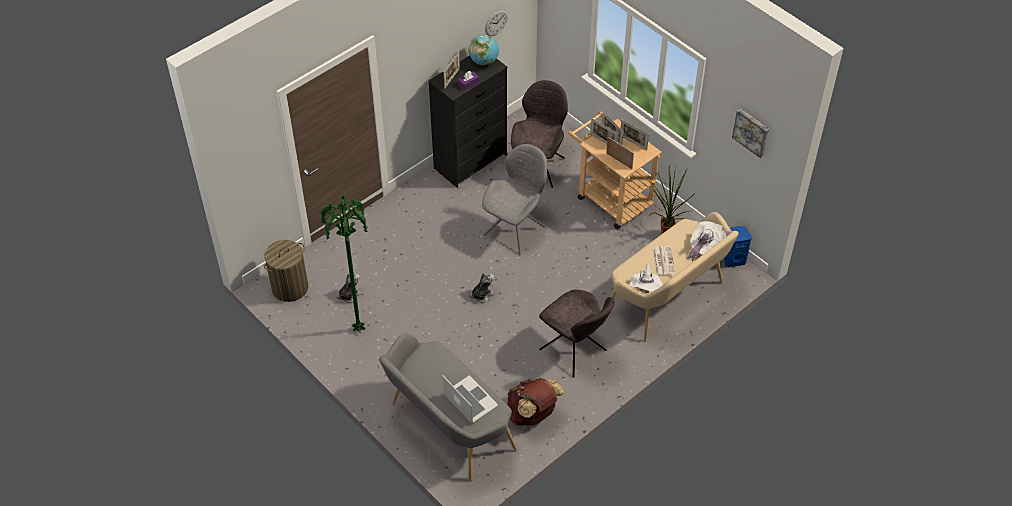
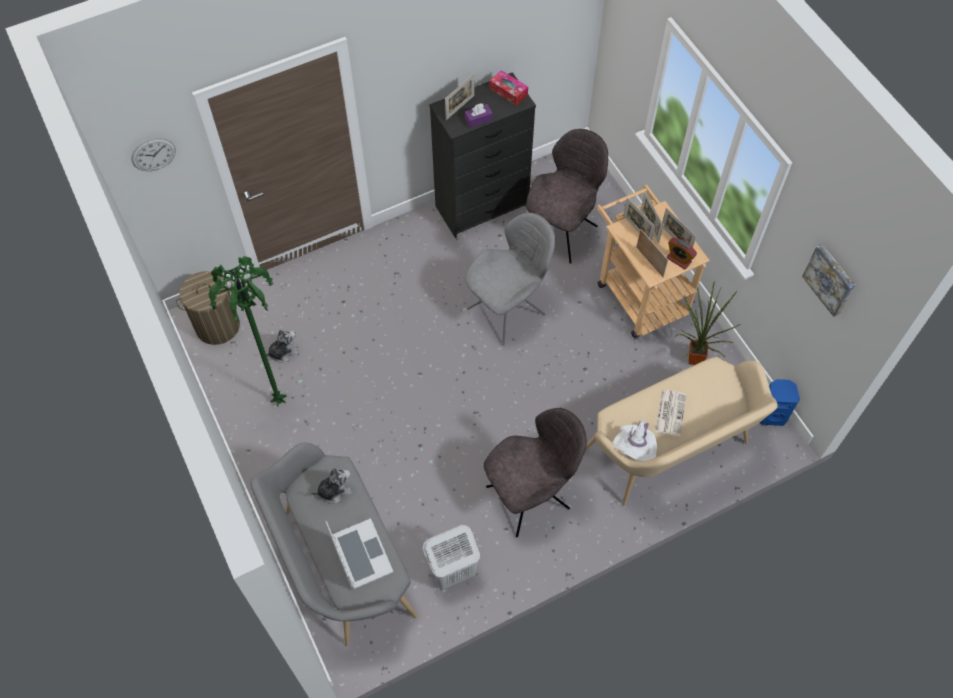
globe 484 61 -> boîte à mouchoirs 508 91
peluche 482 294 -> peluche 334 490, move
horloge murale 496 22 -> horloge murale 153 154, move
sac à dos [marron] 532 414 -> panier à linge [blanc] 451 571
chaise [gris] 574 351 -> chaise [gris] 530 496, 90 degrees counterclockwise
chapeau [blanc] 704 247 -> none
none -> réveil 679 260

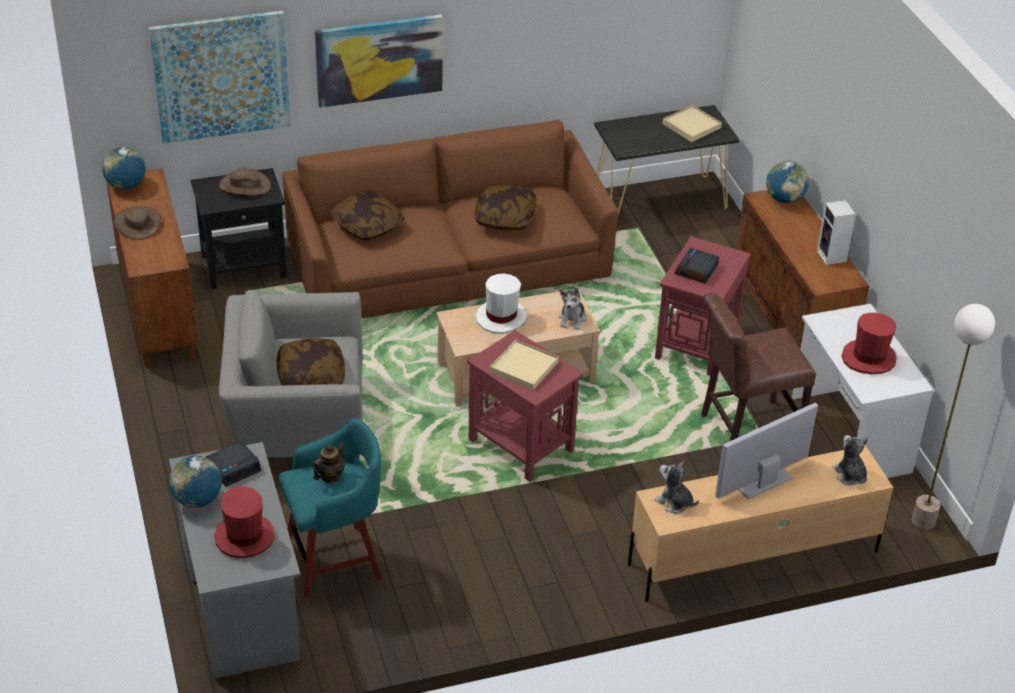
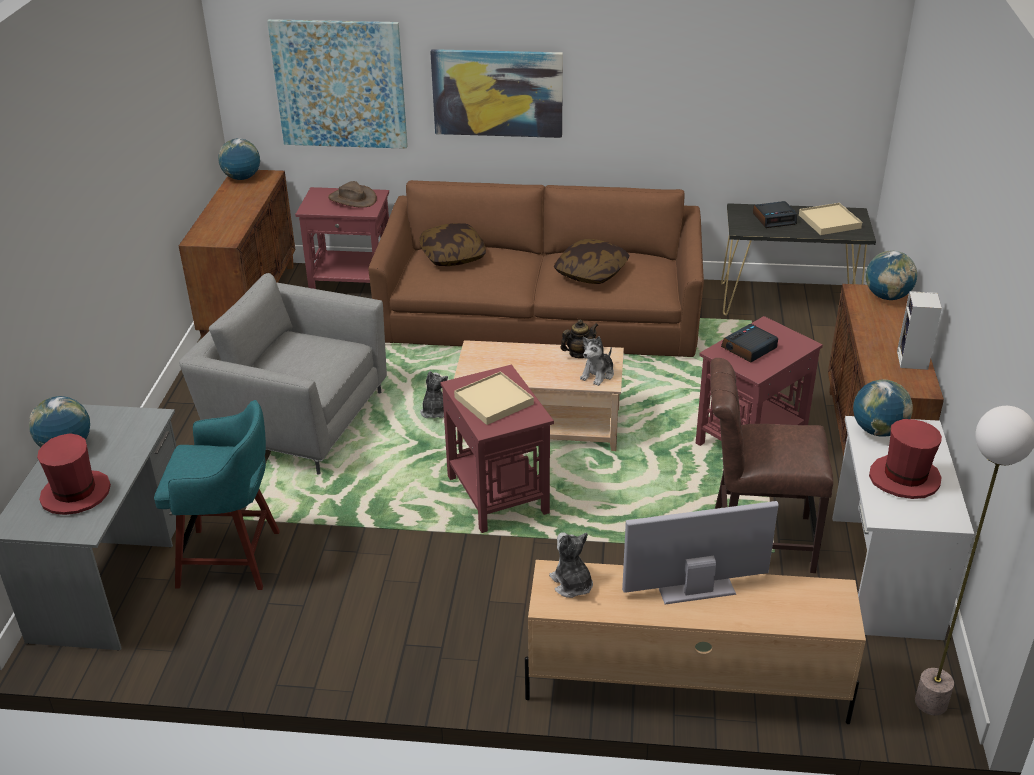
chapeau [marron] 138 223 -> none
table d'appoint [noir] 244 266 -> table d'appoint [rouge] 351 283
réveil 234 467 -> réveil 774 219, move
coussin 311 376 -> none
théière 330 476 -> théière 579 353, move
chapeau [blanc] 501 318 -> none
peluche 850 475 -> peluche 434 411, move
none -> globe 878 431

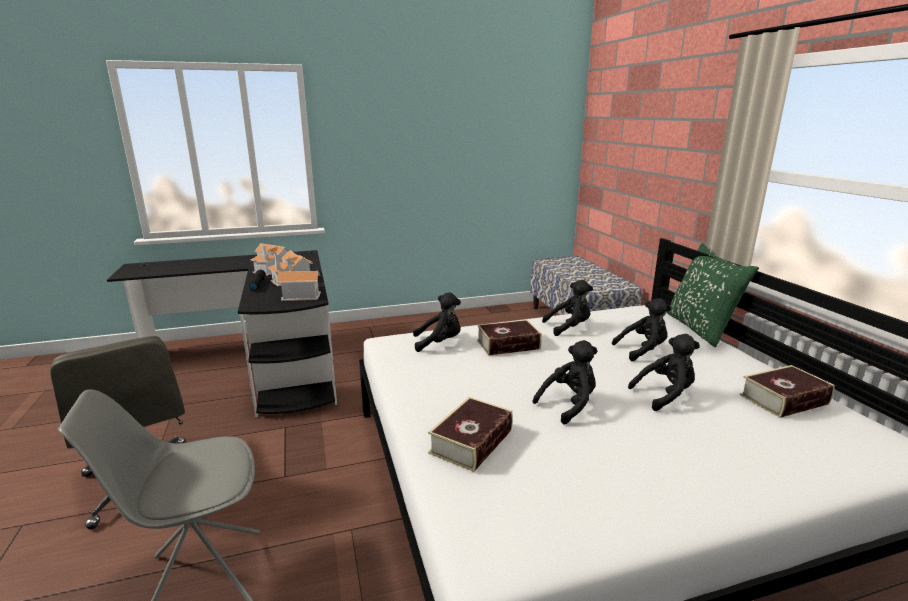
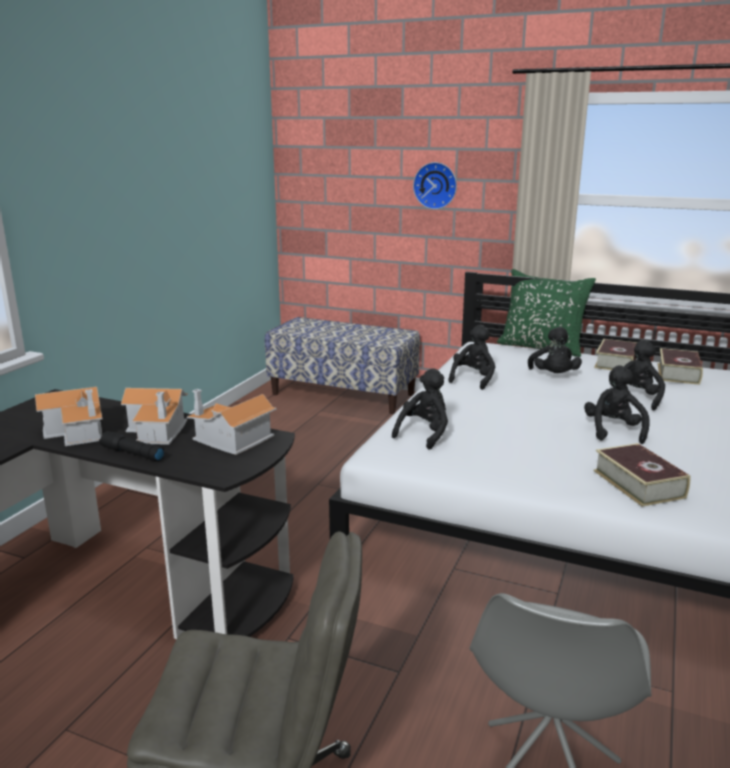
livre 508 344 -> livre 616 362, move
peluche [noir] 642 350 -> peluche [noir] 553 376, 150 degrees clockwise
none -> horloge murale 435 185

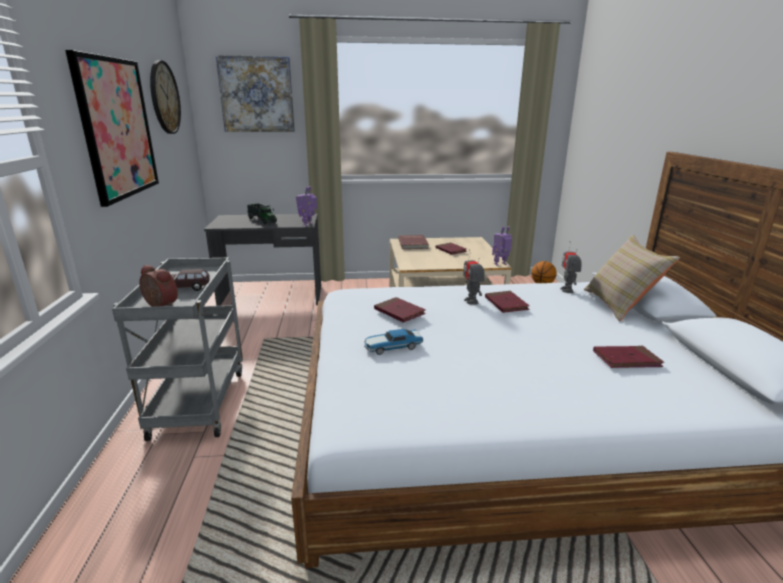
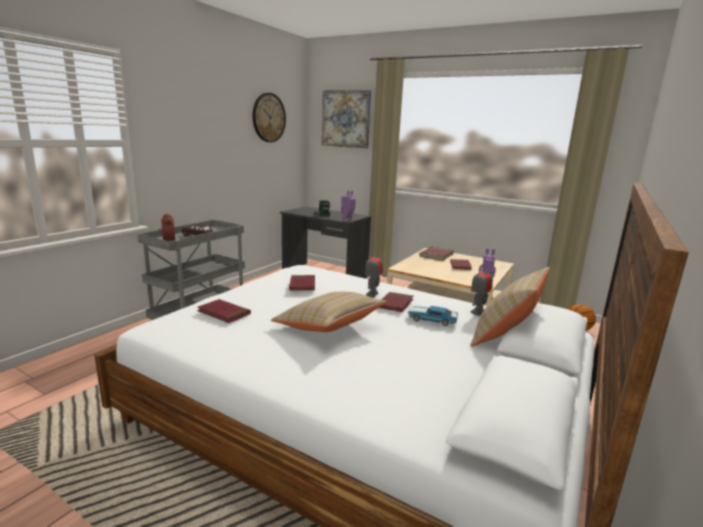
tableau 117 128 -> none
petite voiture 392 347 -> petite voiture 431 320, move
livre [rouge] 626 359 -> livre [rouge] 224 313, move
none -> coussin [beige] 328 327

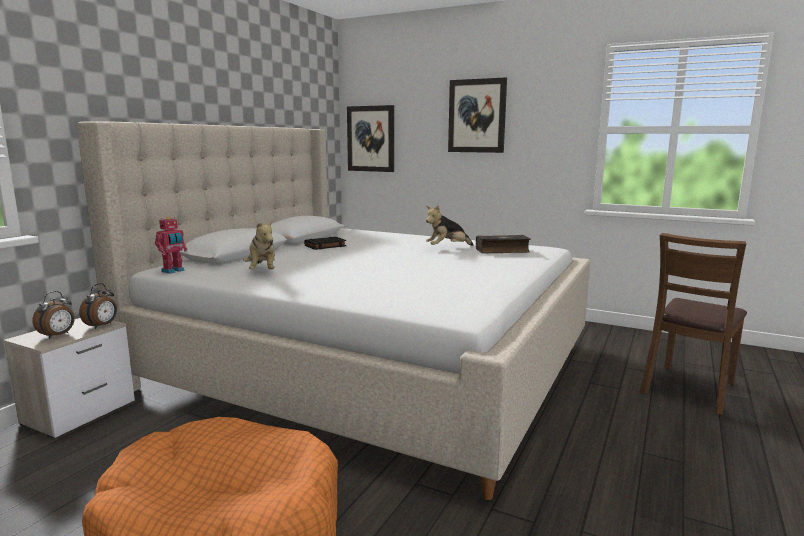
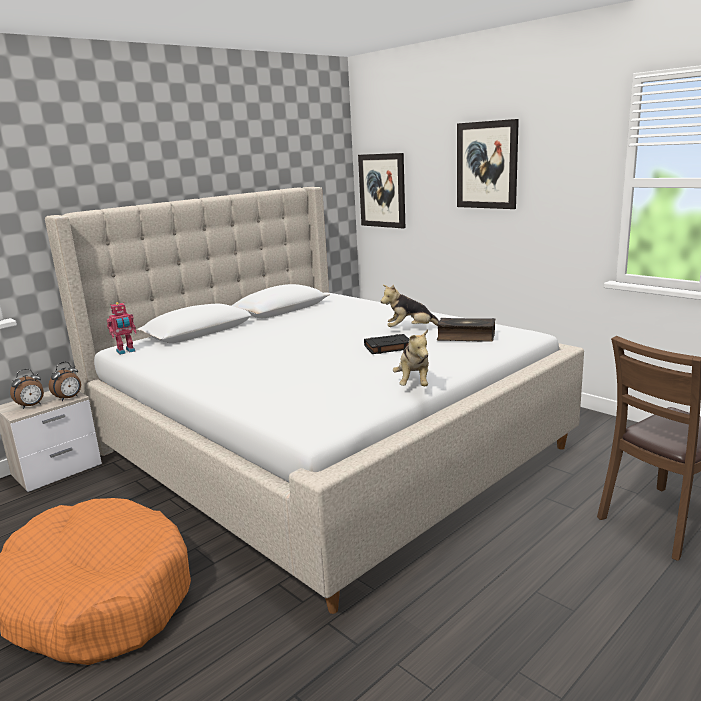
peluche 262 271 -> peluche 414 384, move
livre [noir] 325 246 -> livre [noir] 387 347, move

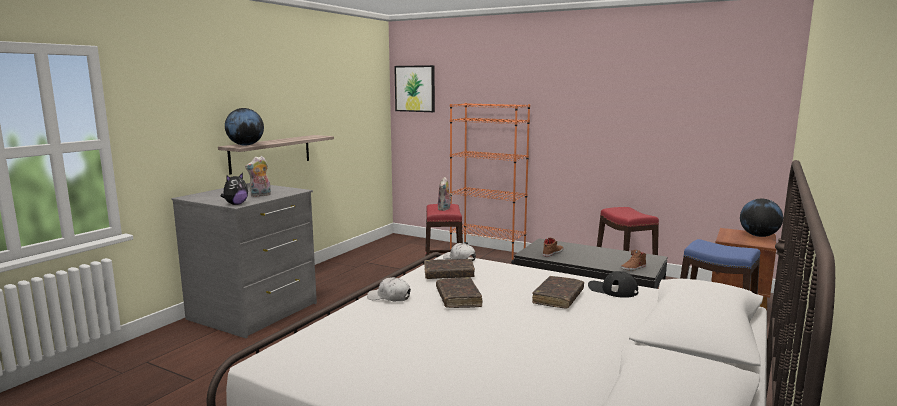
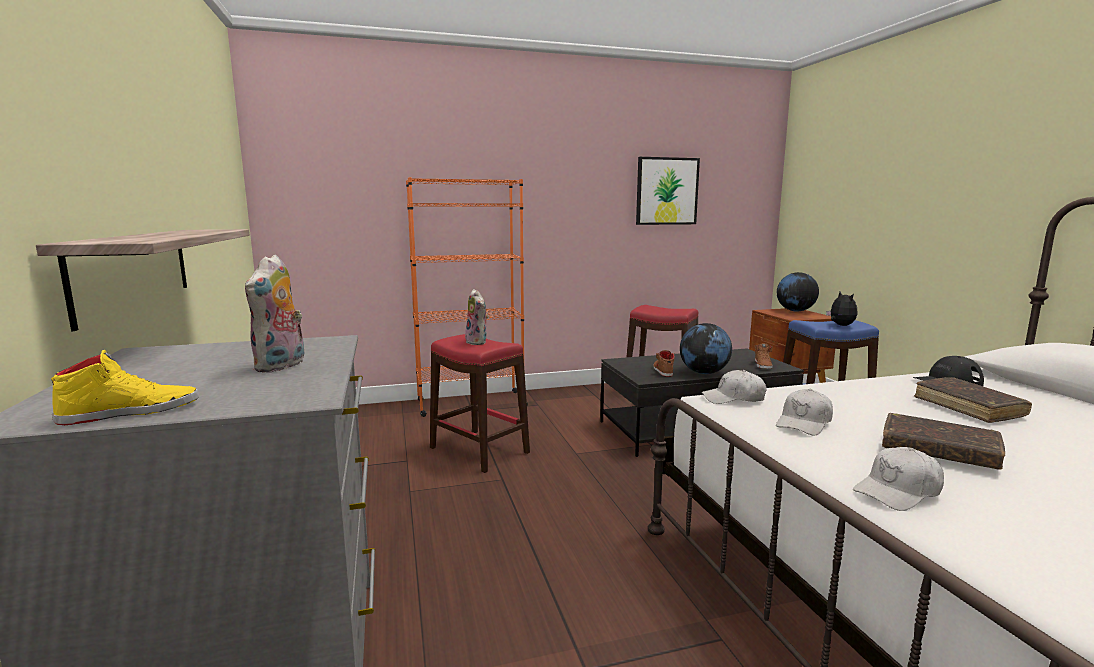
peluche 235 204 -> peluche 840 325, move
globe 245 145 -> globe 704 373, move
tableau 415 88 -> tableau 666 191, move
livre [marron] 448 274 -> casquette [blanc] 804 423
none -> chaussure [jaune] 131 411

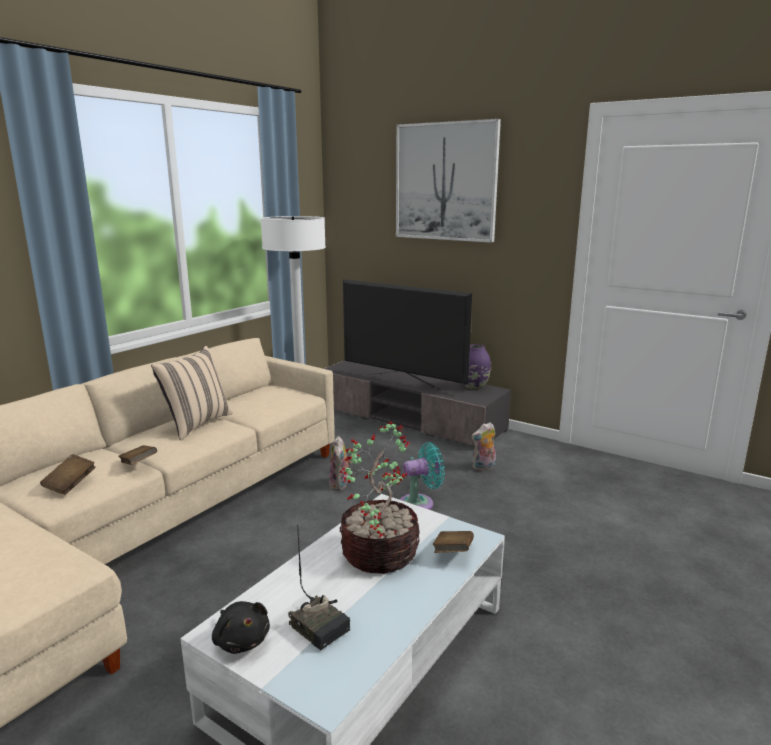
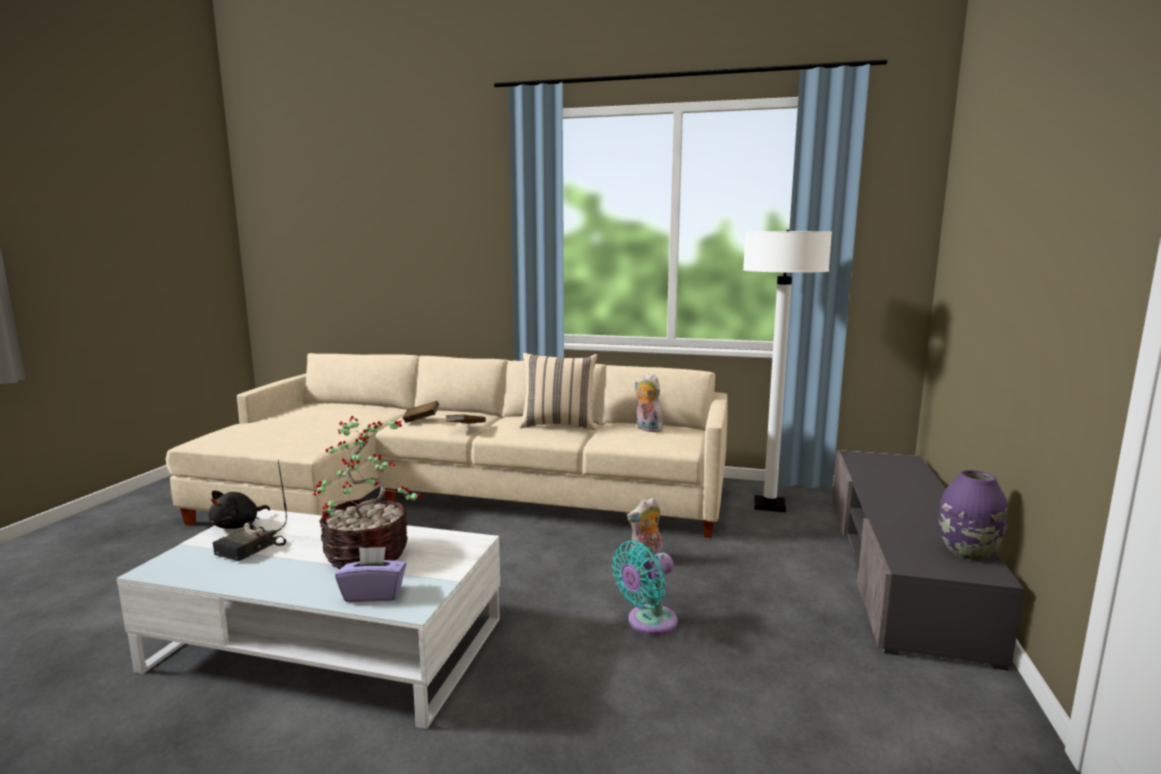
téléviseur 403 382 -> none
tableau 445 182 -> none
ventilateur [turquoise] 420 503 -> ventilateur [turquoise] 648 622, 90 degrees clockwise
livre [marron] 453 553 -> boîte à mouchoirs [violet] 373 594
peluche 484 468 -> peluche 647 429, move

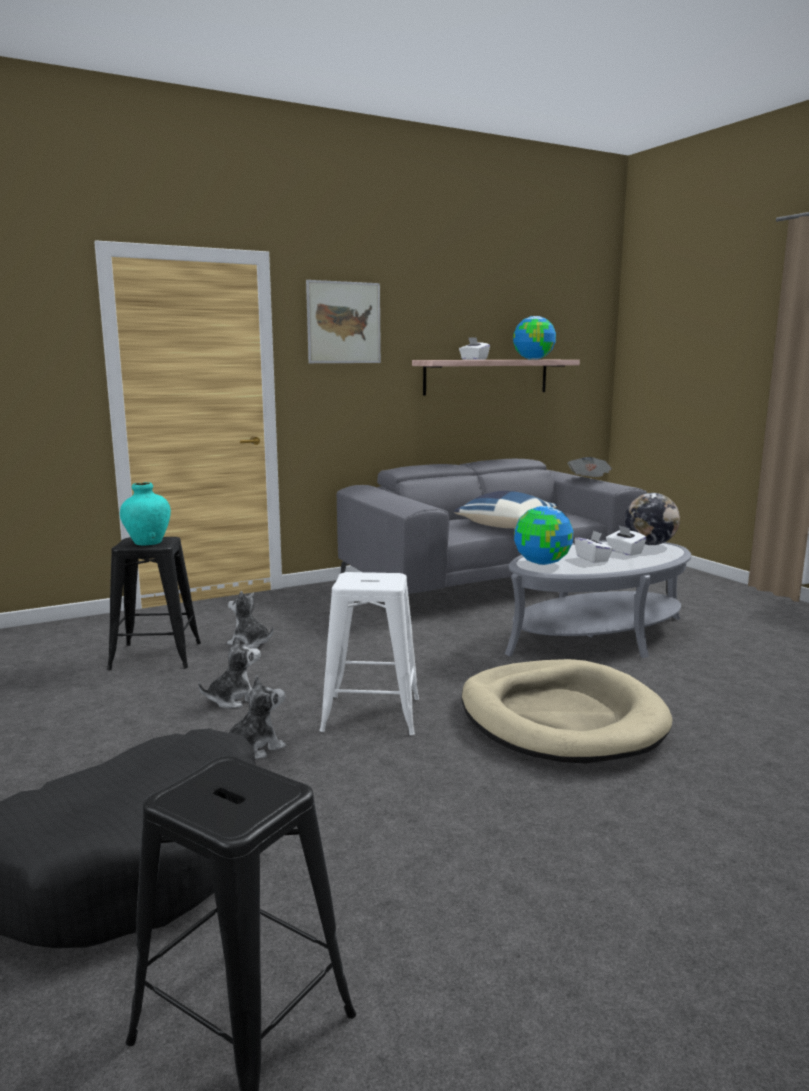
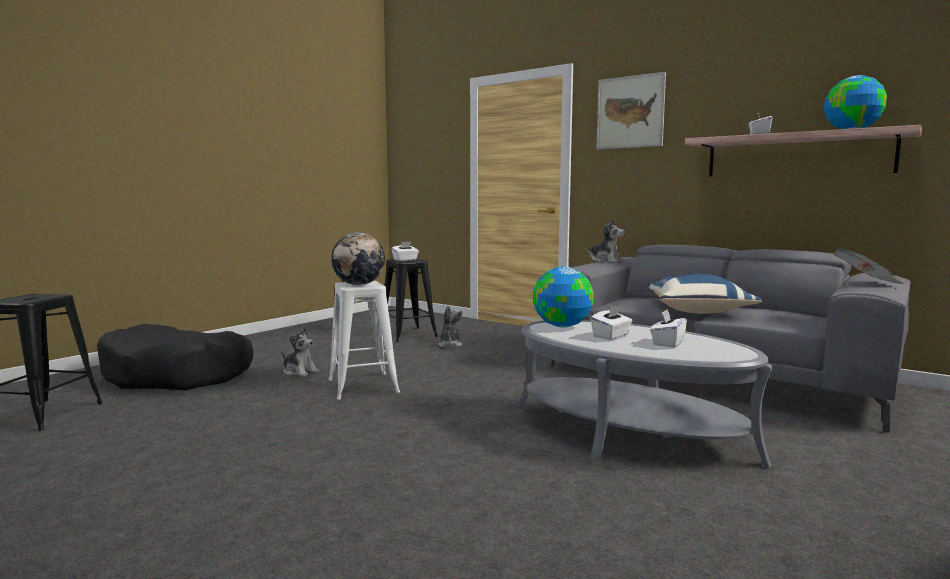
vase [turquoise] 148 542 -> boîte à mouchoirs [blanc] 405 260
peluche 233 699 -> peluche 605 261, move
panier pour chien [beige] 560 718 -> none
globe 649 544 -> globe 359 285, move

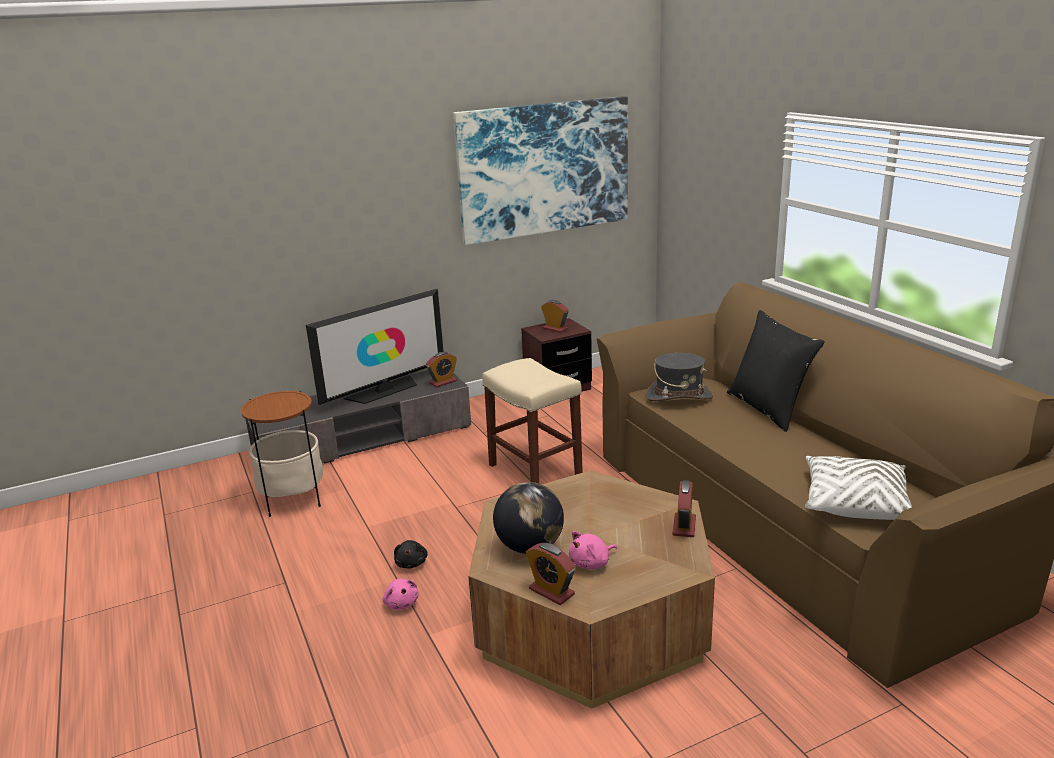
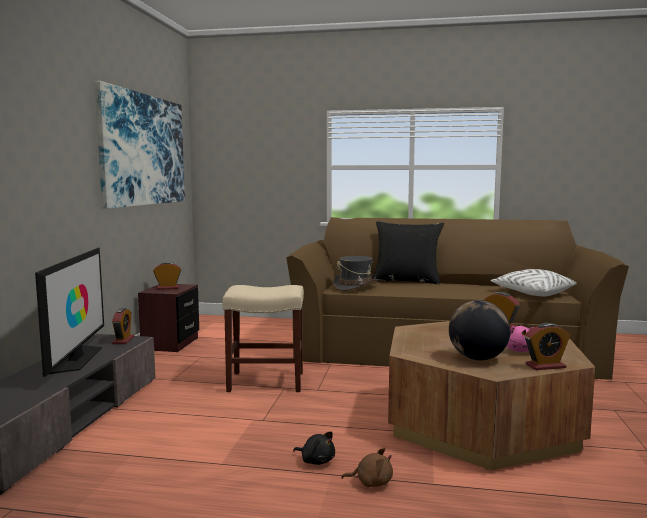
table d'appoint 293 499 -> none
peluche [rose] 401 603 -> peluche [marron] 371 482

